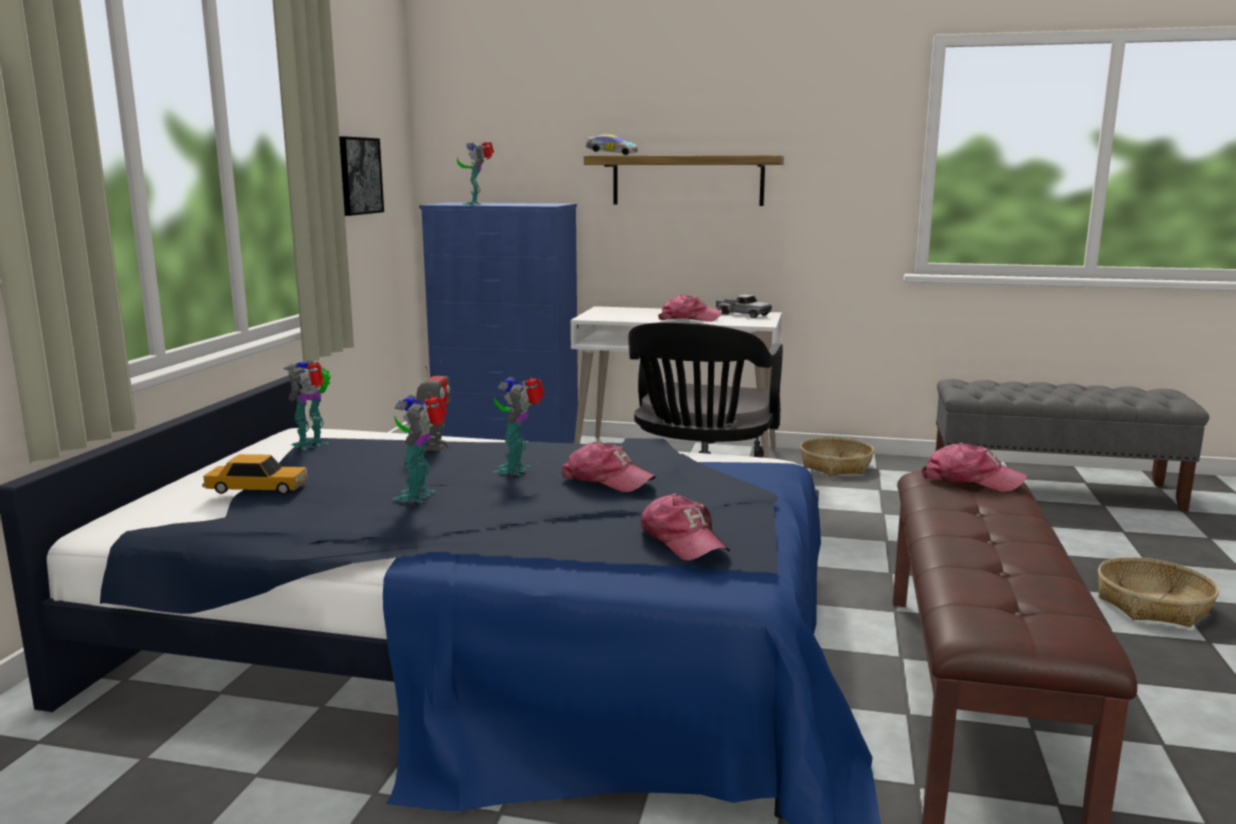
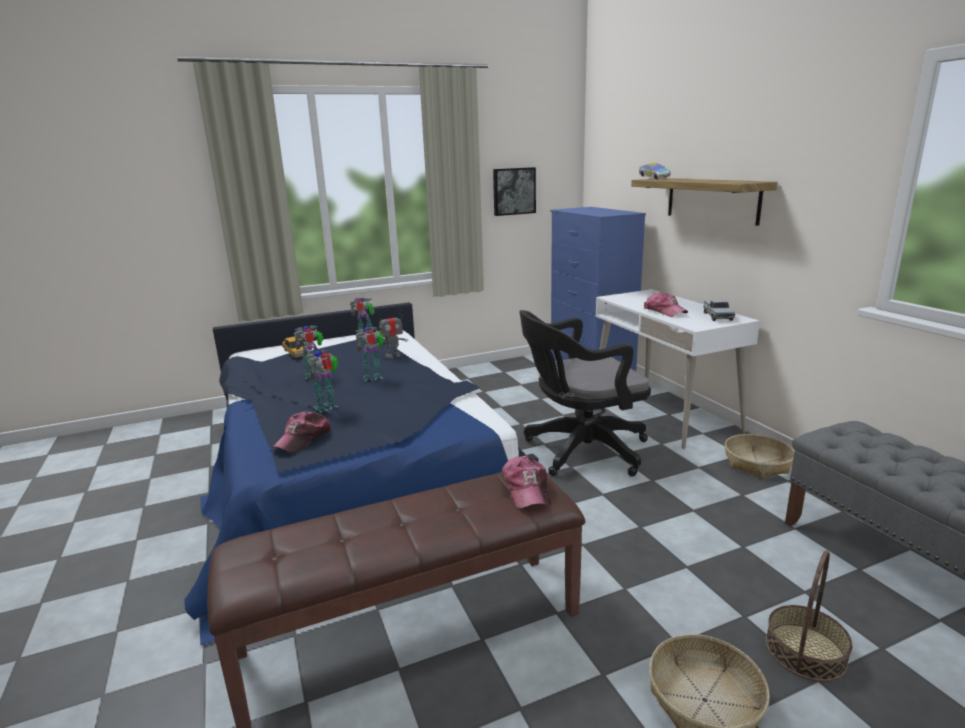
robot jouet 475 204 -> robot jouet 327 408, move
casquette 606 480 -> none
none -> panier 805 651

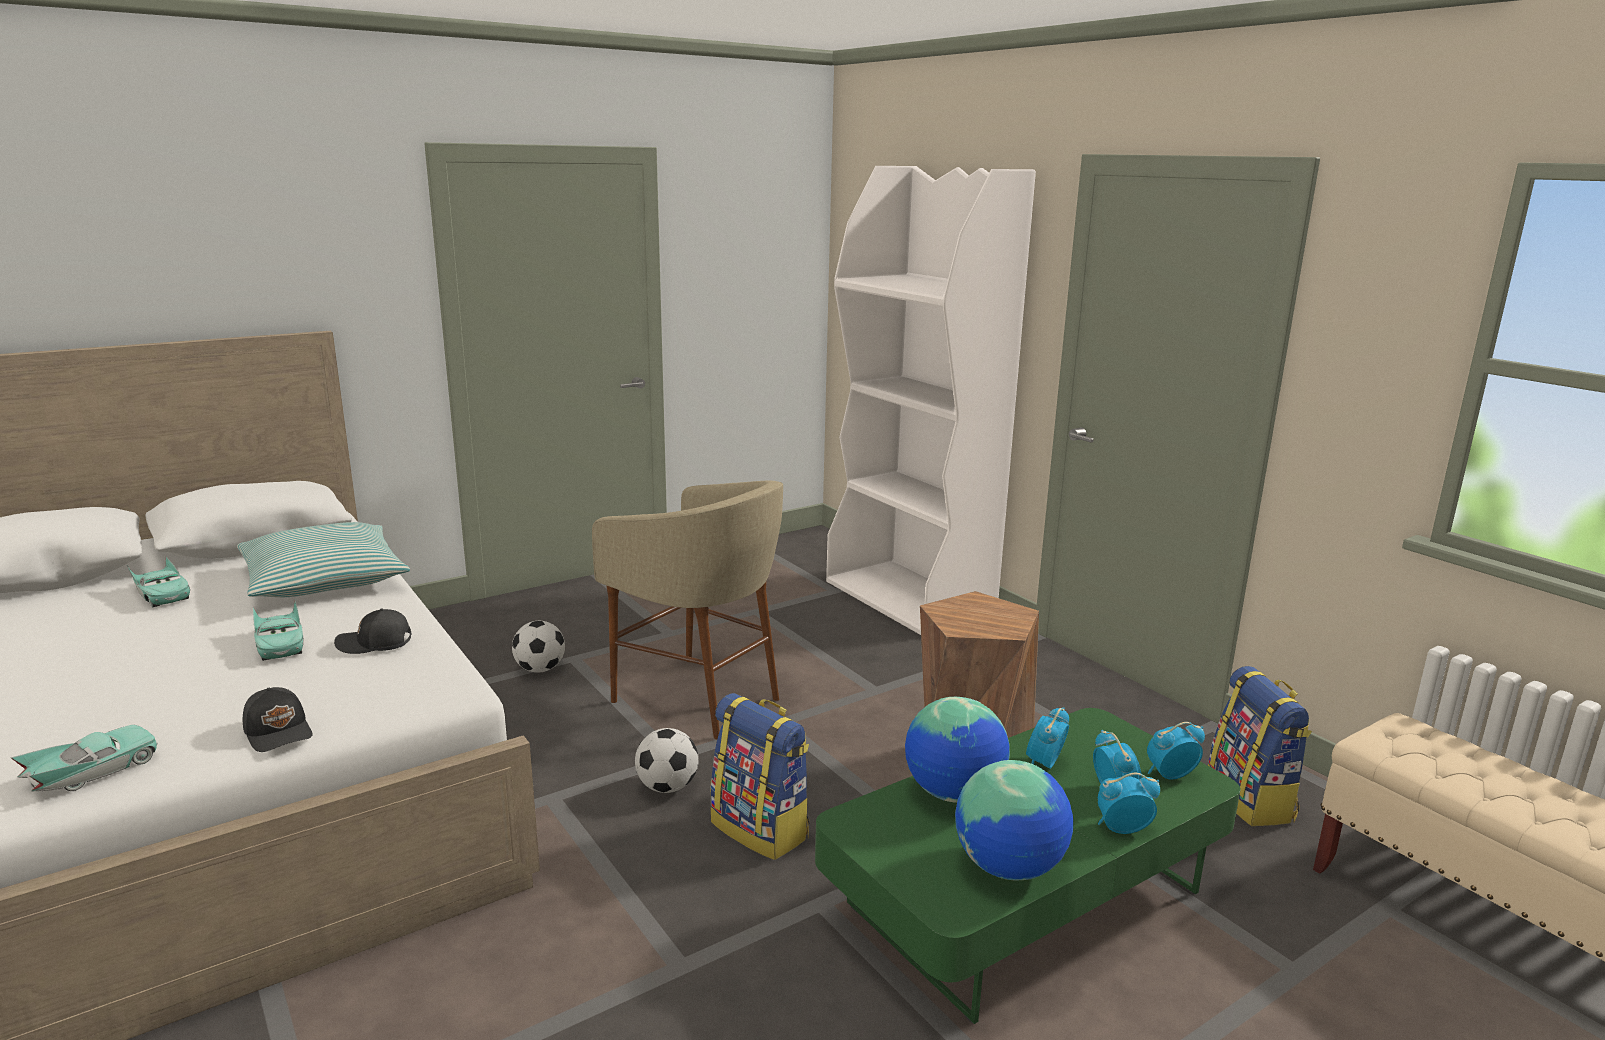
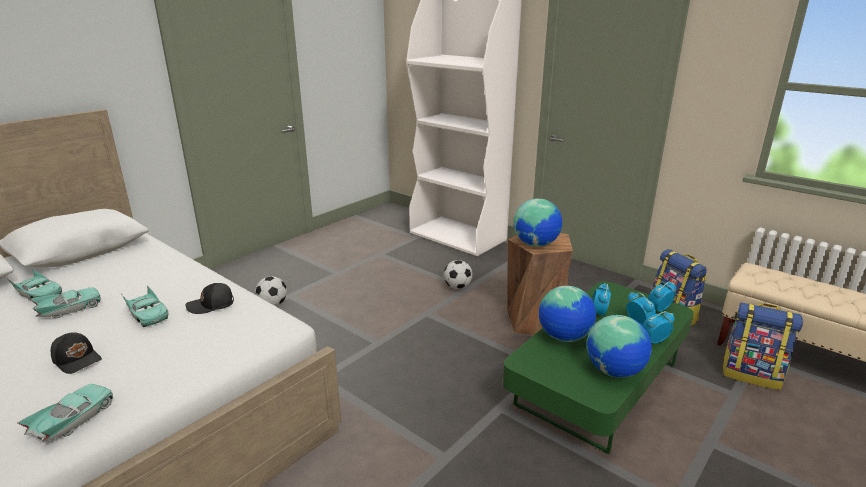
coussin 323 578 -> none
casquette [noir] 279 731 -> casquette [noir] 78 359, move
tabouret [beige] 699 699 -> none
ballon de foot 667 787 -> ballon de foot 457 287, move
sac à dos 761 829 -> sac à dos 751 374, move
none -> petite voiture [turquoise] 70 309
none -> globe 536 244

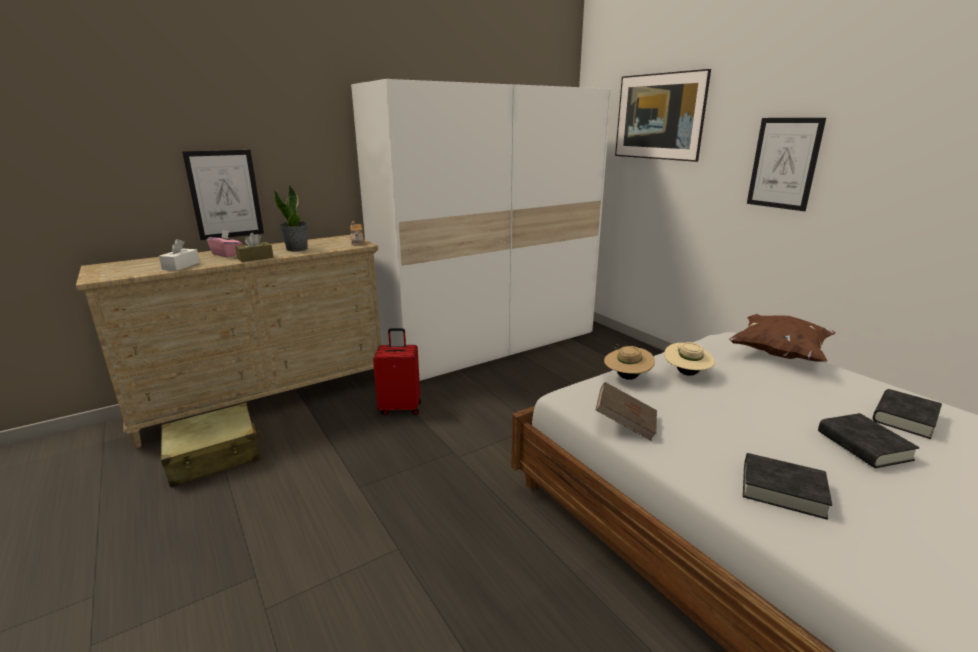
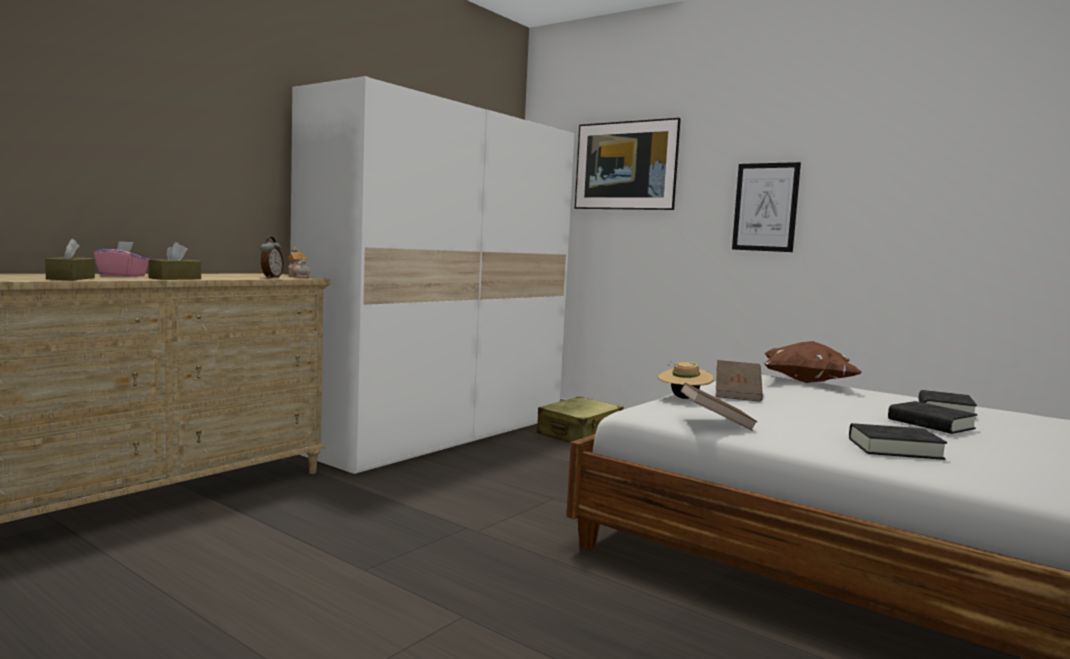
boîte à mouchoirs [blanc] 181 266 -> boîte à mouchoirs [marron] 71 278
valise [beige] 215 456 -> valise [beige] 580 434, move
tableau 225 194 -> none
plante en pot 297 249 -> none
valise [rouge] 400 408 -> none
chapeau [beige] 686 374 -> livre [marron] 737 395
none -> réveil 271 277

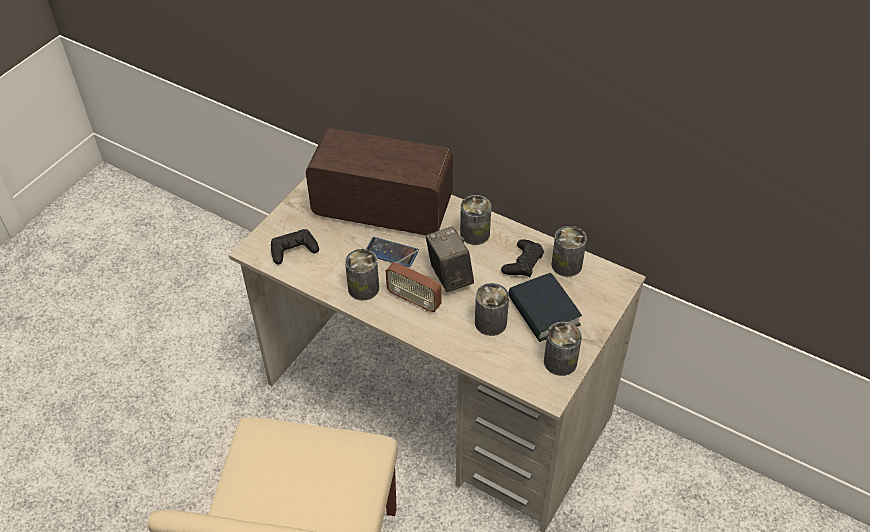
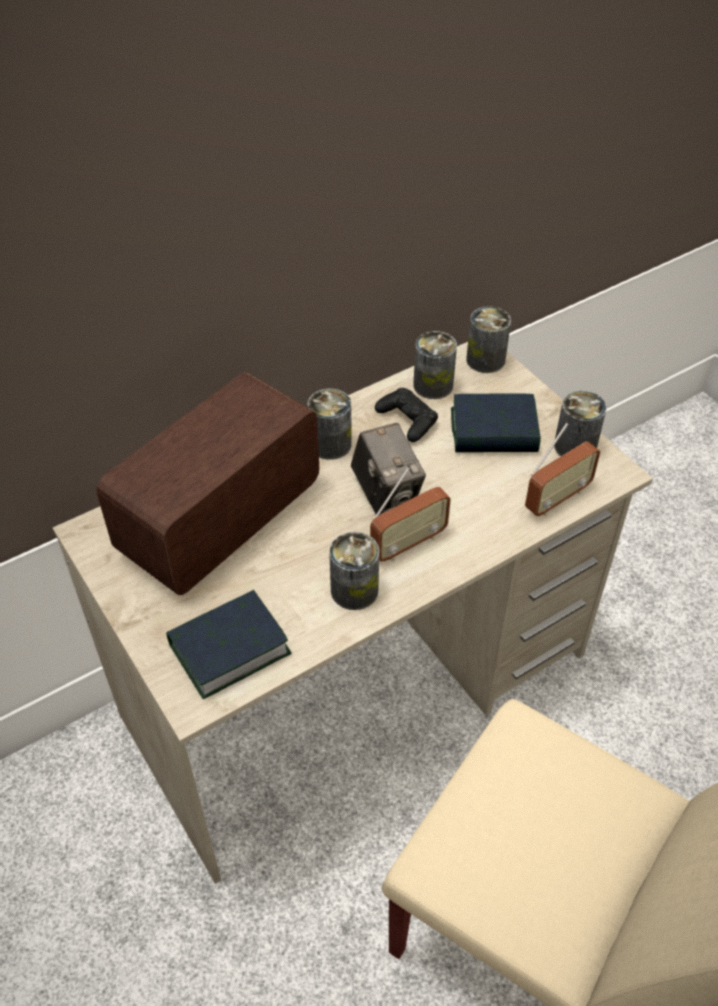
manette [noir] 293 250 -> livre 229 649
téléphone 391 252 -> none
appareil photo 449 276 -> appareil photo 386 494, 120 degrees counterclockwise
boîte métallique 490 323 -> boîte métallique 485 360, move
none -> radio 557 499

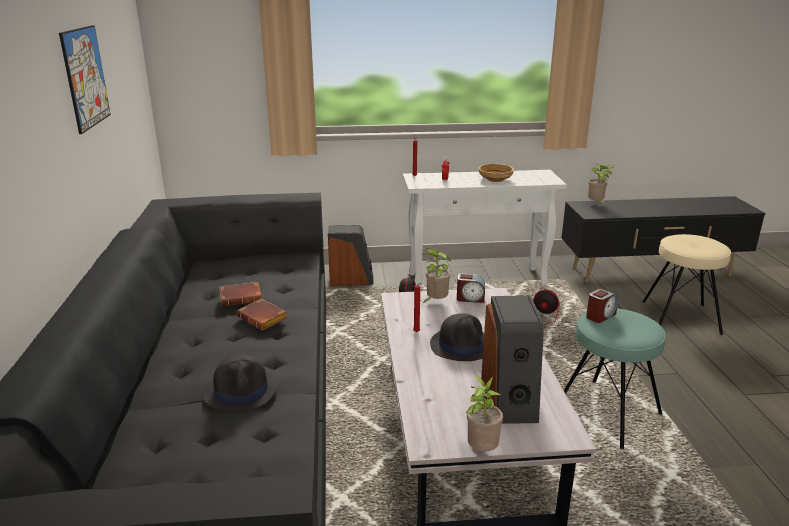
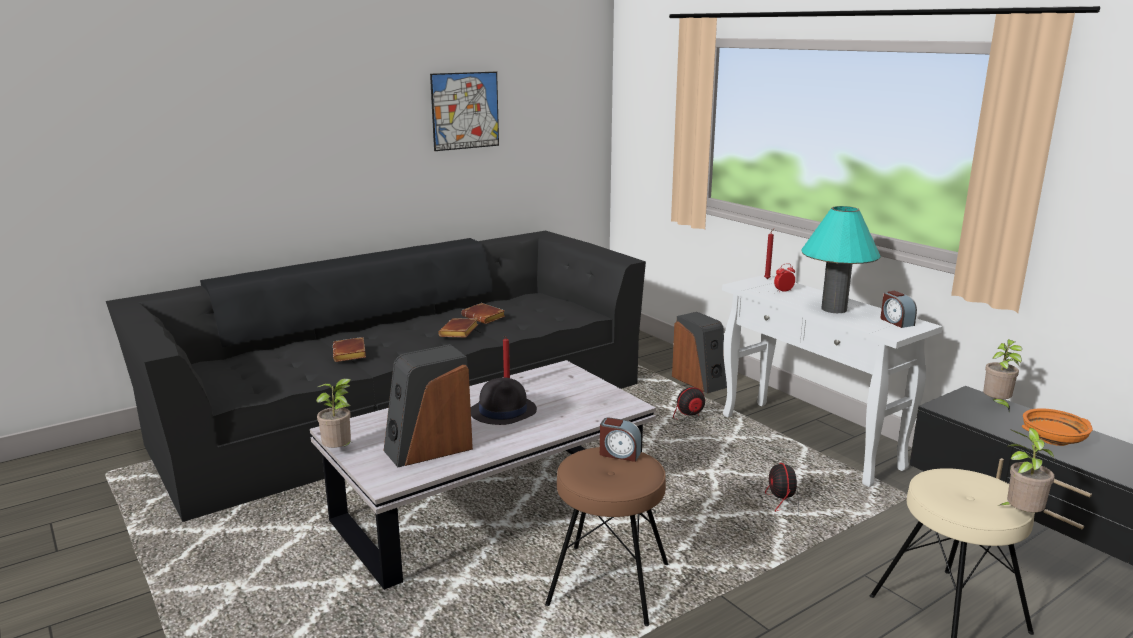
chapeau [noir] 242 391 -> livre [marron] 351 354
plante en pot 435 302 -> plante en pot 1020 515, move
réveil 470 298 -> réveil 896 322, move
bol [beige] 495 179 -> lampe de table [turquoise] 834 309
tabouret [turquoise] 607 413 -> tabouret [marron] 608 585
none -> bol [orange] 1053 439

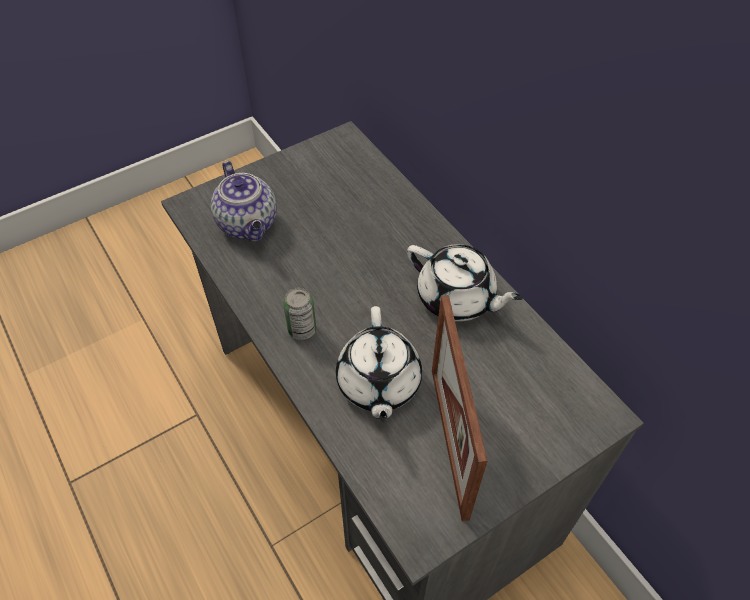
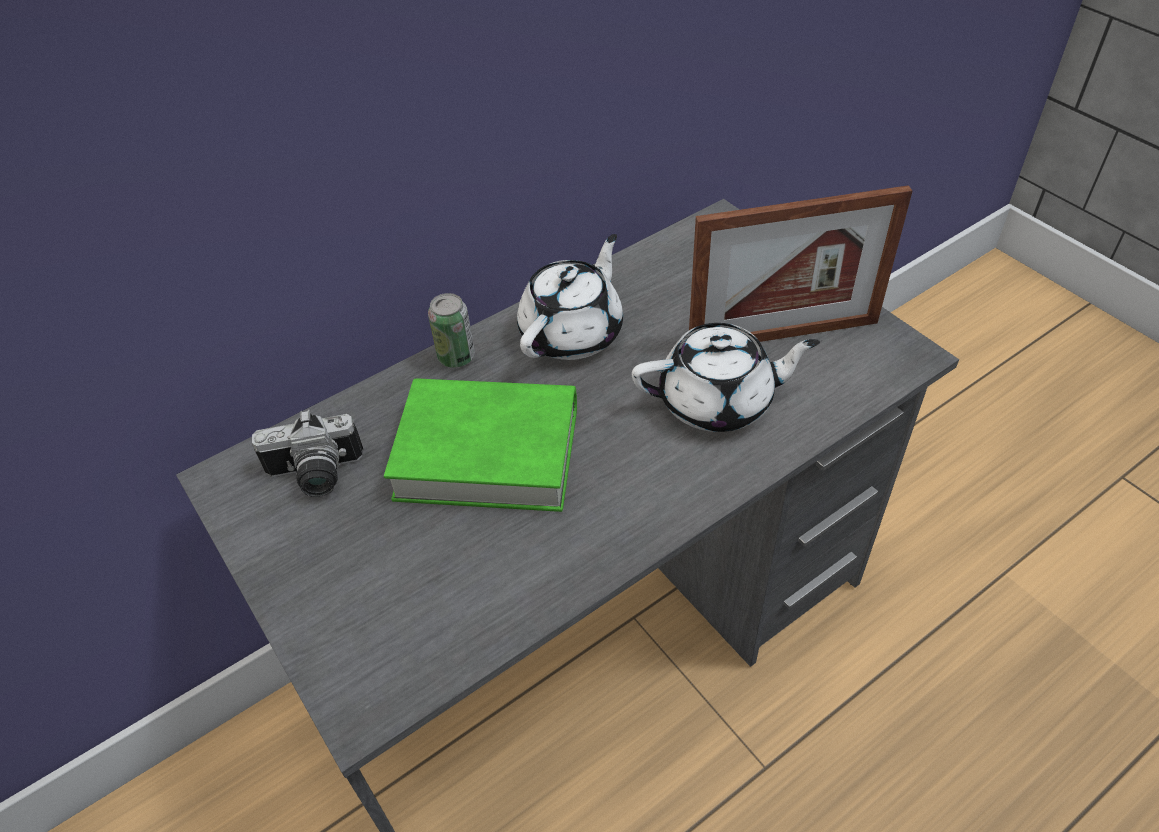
théière 249 224 -> none
boîte métallique 302 330 -> boîte métallique 456 357, move
none -> appareil photo 315 476
none -> livre [vert] 488 453

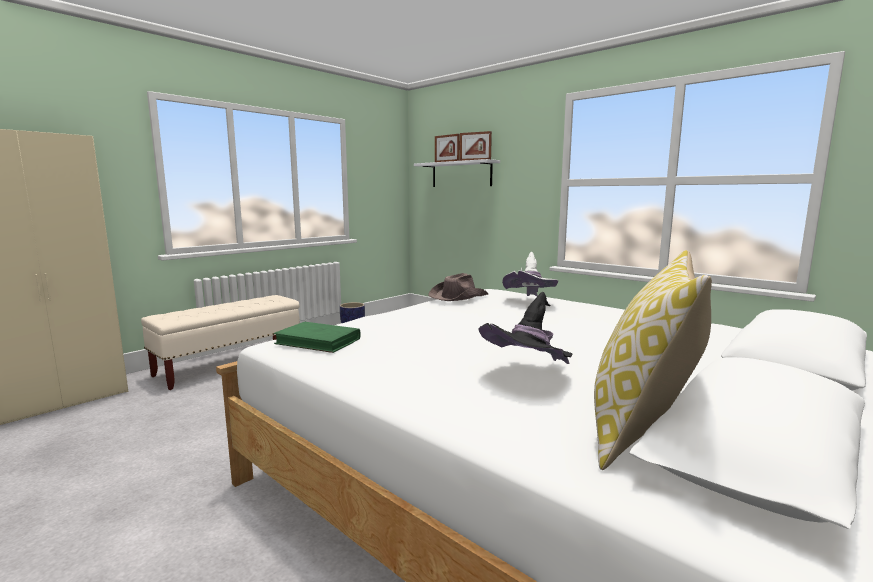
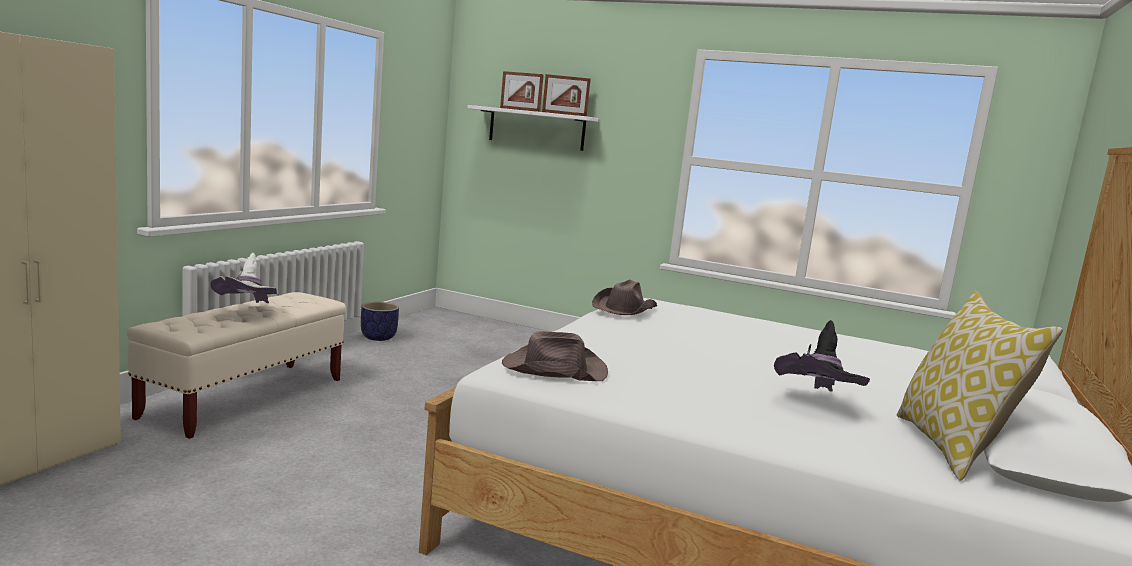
livre [vert] 318 341 -> chapeau [marron] 553 369
chapeau [blanc] 529 303 -> chapeau [blanc] 248 313, move

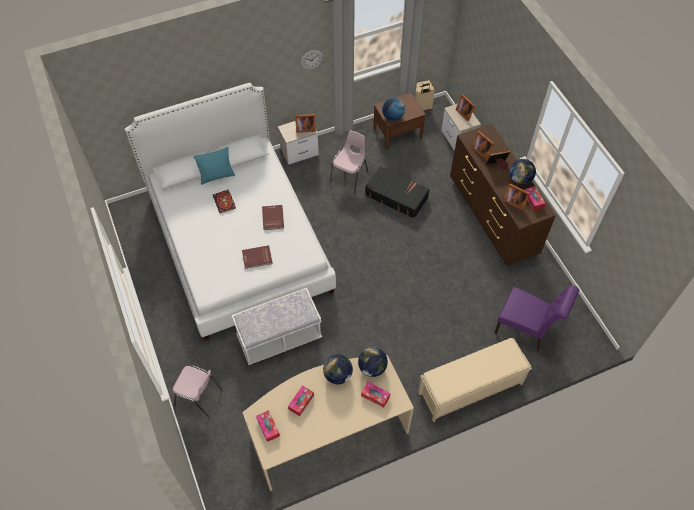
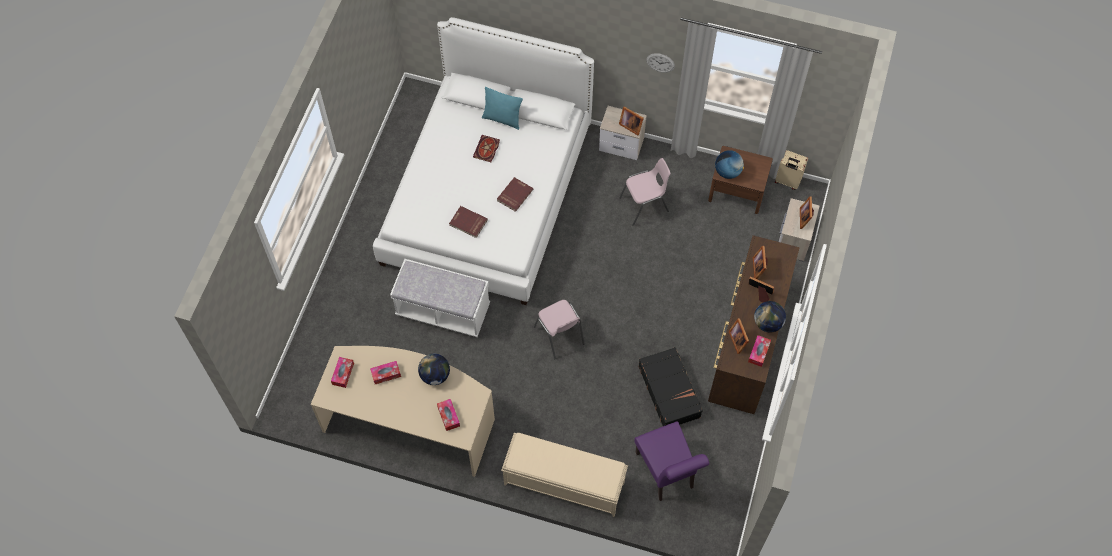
chaise [rose] 199 398 -> chaise [rose] 559 336, move
globe 372 368 -> none
valise [noir] 396 196 -> valise [noir] 669 391, move

